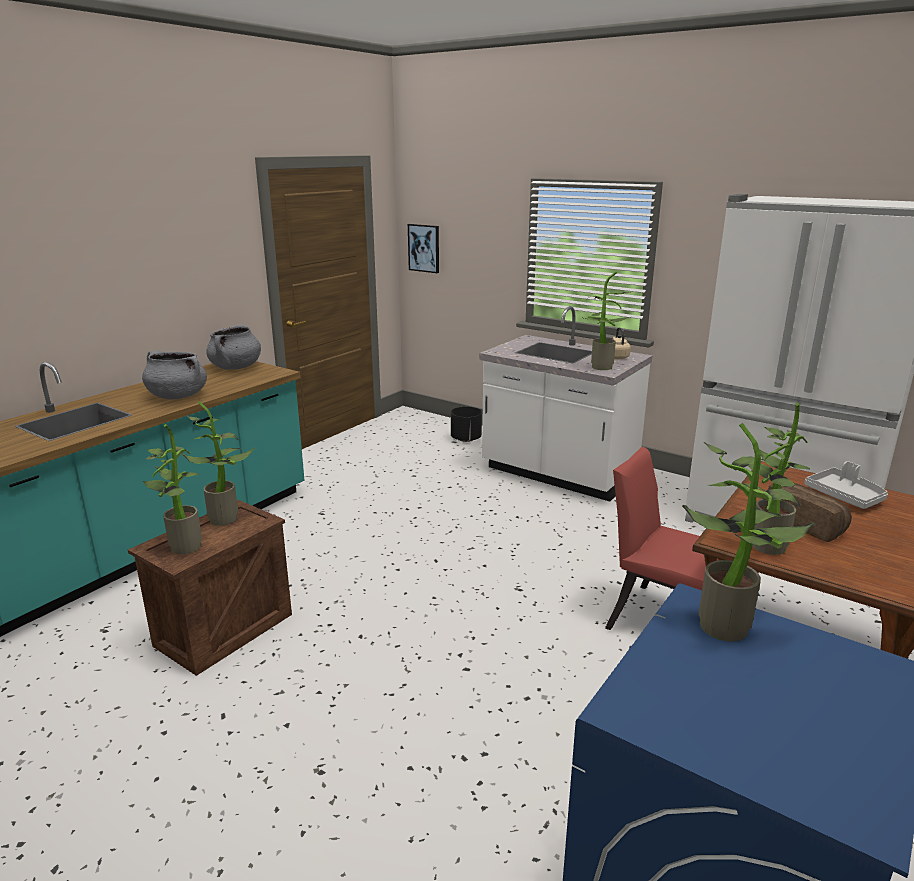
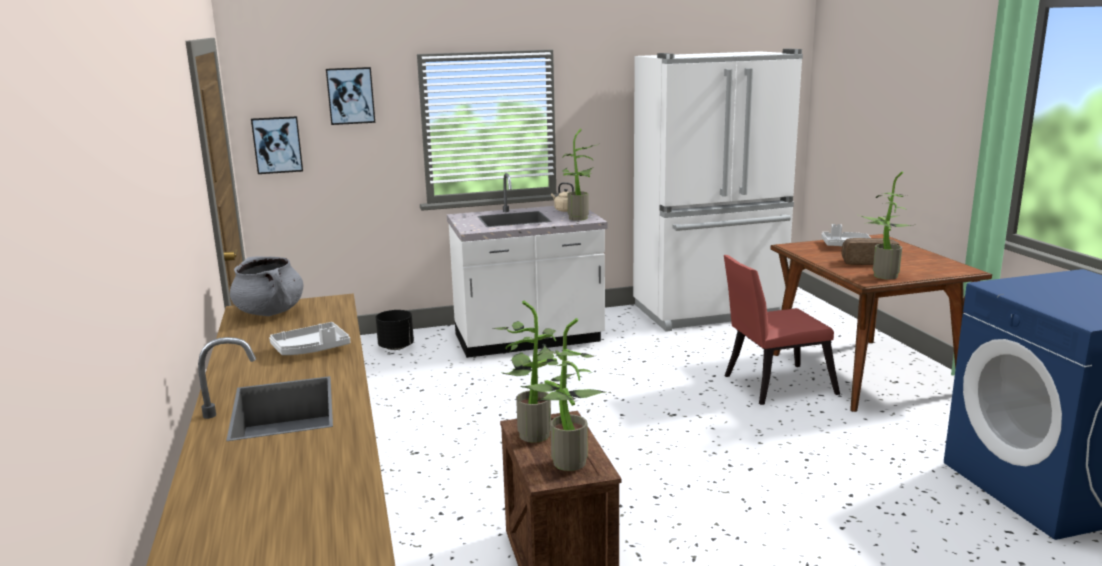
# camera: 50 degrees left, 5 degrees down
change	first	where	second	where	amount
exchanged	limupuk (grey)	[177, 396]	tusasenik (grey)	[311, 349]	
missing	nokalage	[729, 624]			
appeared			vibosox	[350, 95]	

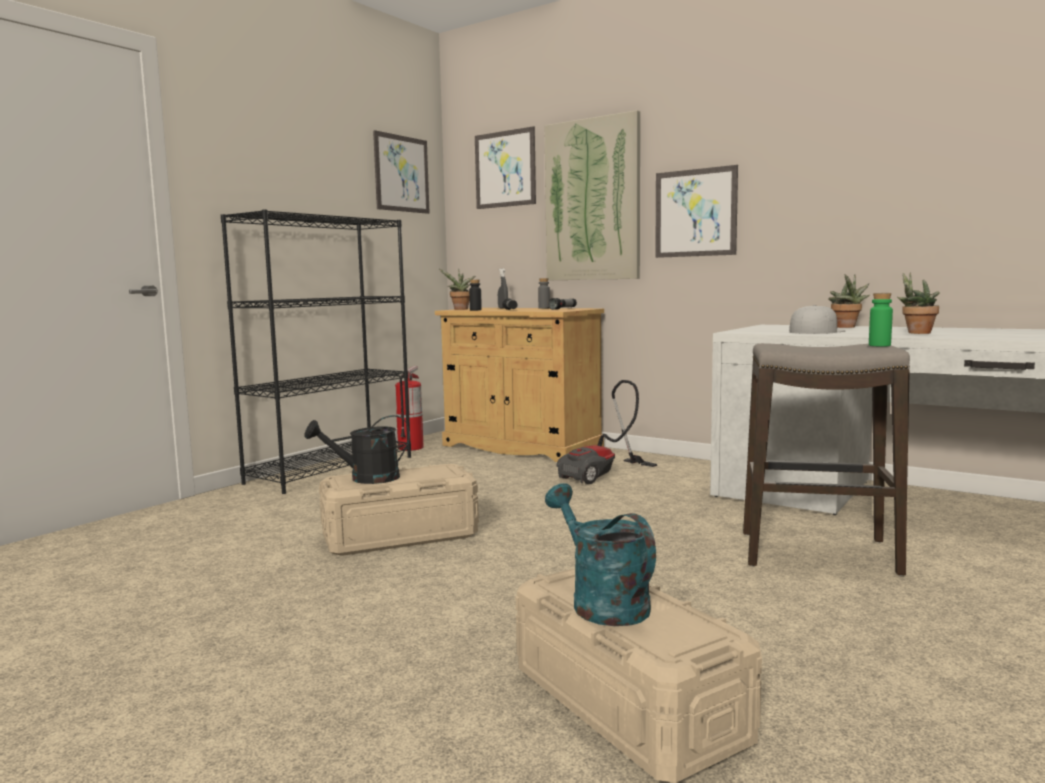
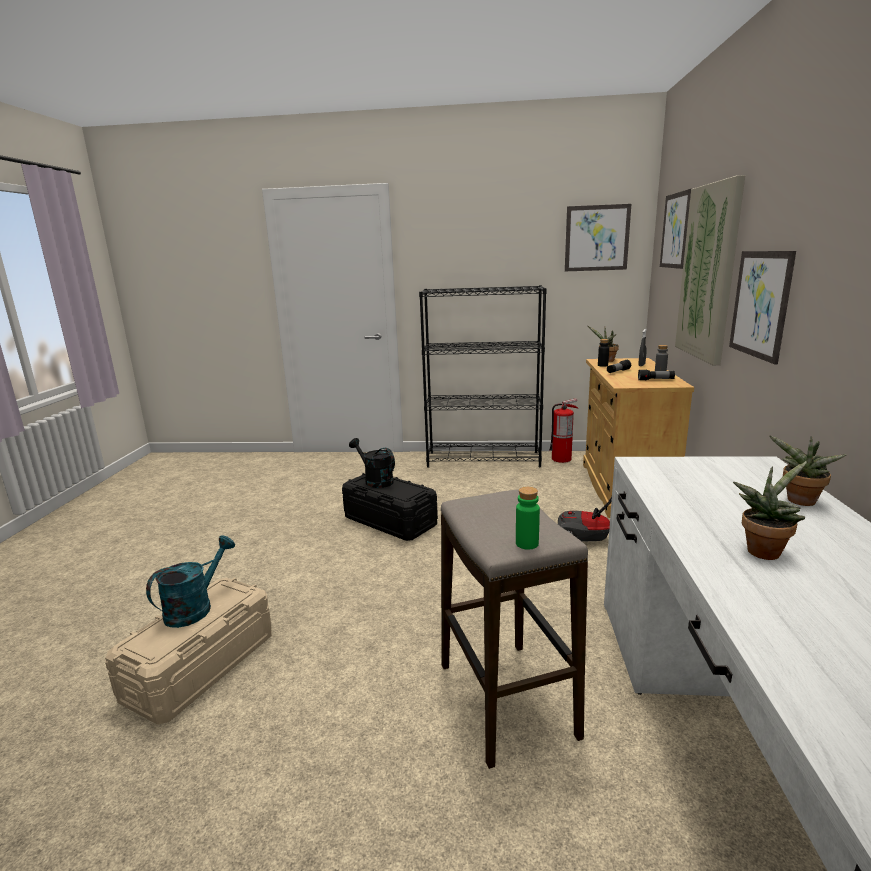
# camera: 60 degrees right, 10 degrees up
change	first	where	second	where	amount
missing	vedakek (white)	[816, 331]			
colour	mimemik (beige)	[400, 536]	mimemik (black)	[390, 521]	

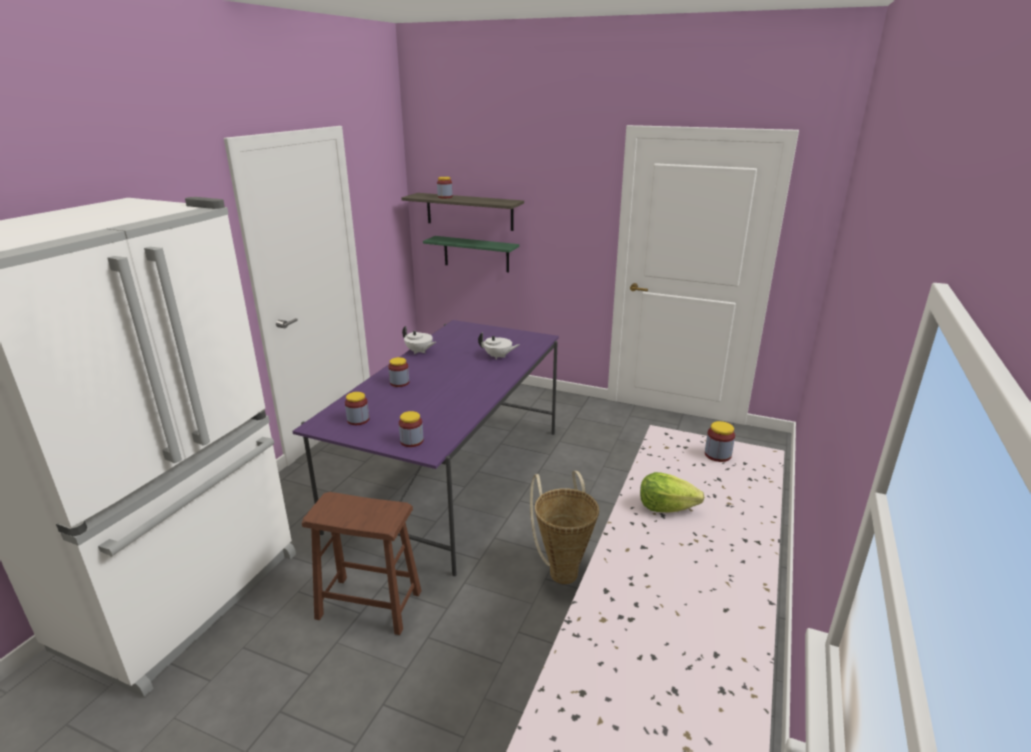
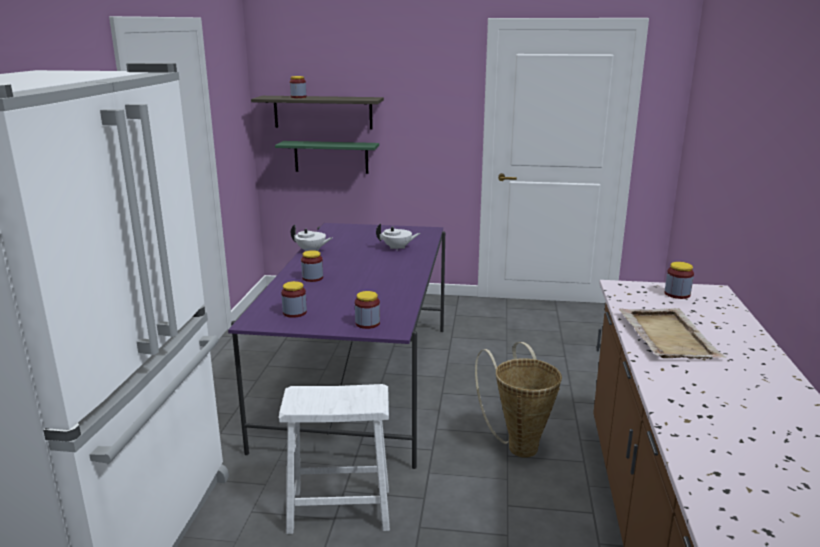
# camera: 15 degrees left, 5 degrees down
change	first	where	second	where	amount
exchanged	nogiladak	[665, 507]	tusasenik (beige)	[667, 335]	
colour	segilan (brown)	[369, 605]	segilan (white)	[339, 510]	

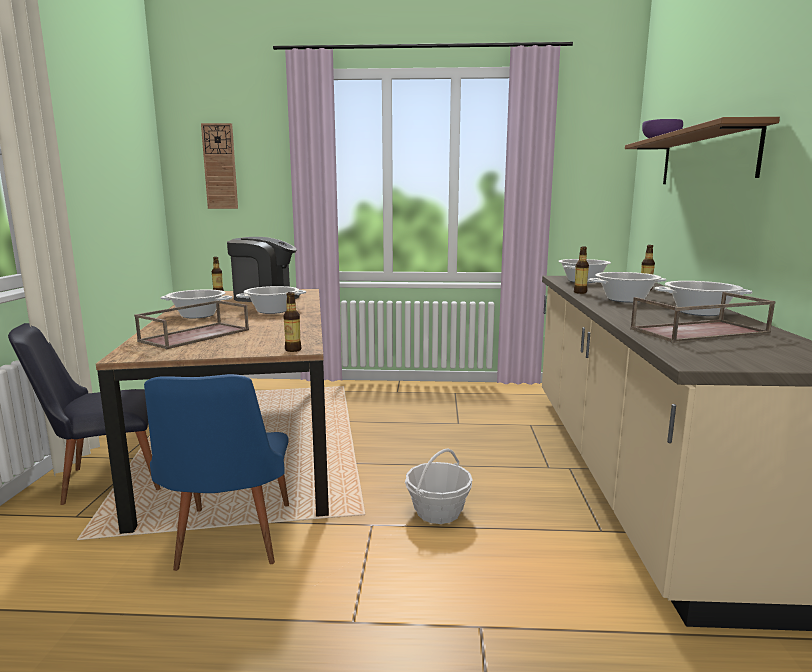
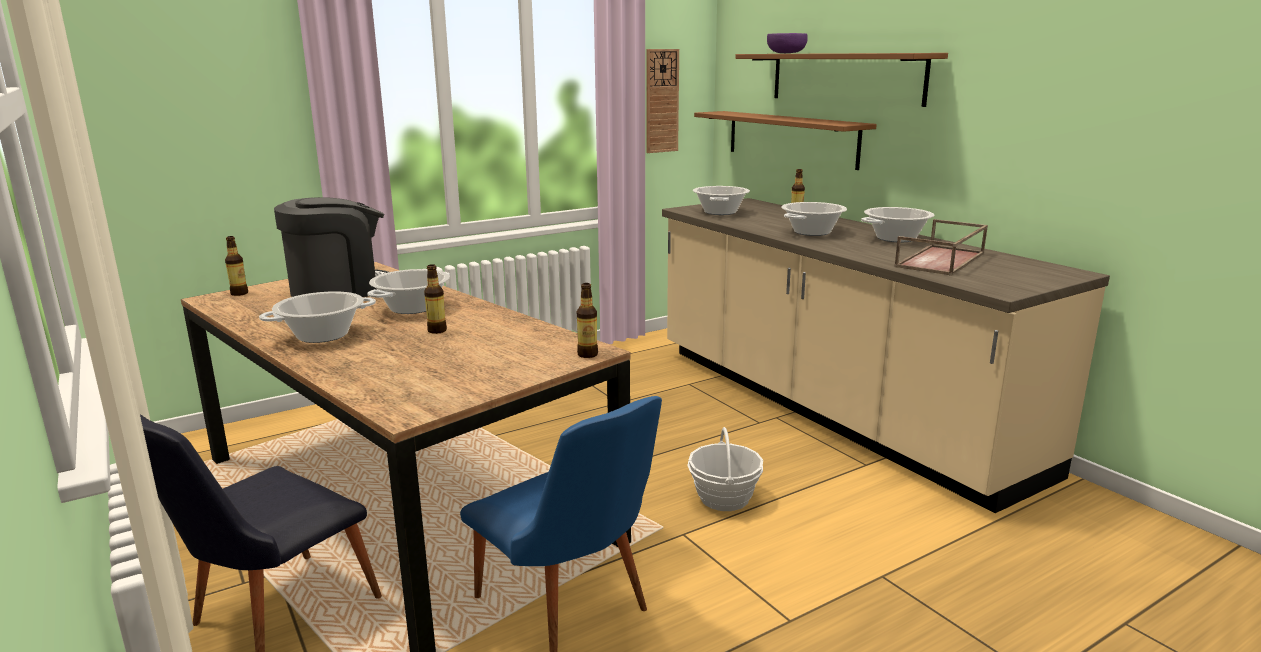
# camera: 35 degrees left, 5 degrees up
change	first	where	second	where	amount
relocated	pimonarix	[220, 166]		[661, 101]	
relocated	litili	[580, 292]		[437, 330]	
missing	tusasenik (brown)	[195, 335]			
appeared			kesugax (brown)	[791, 138]	

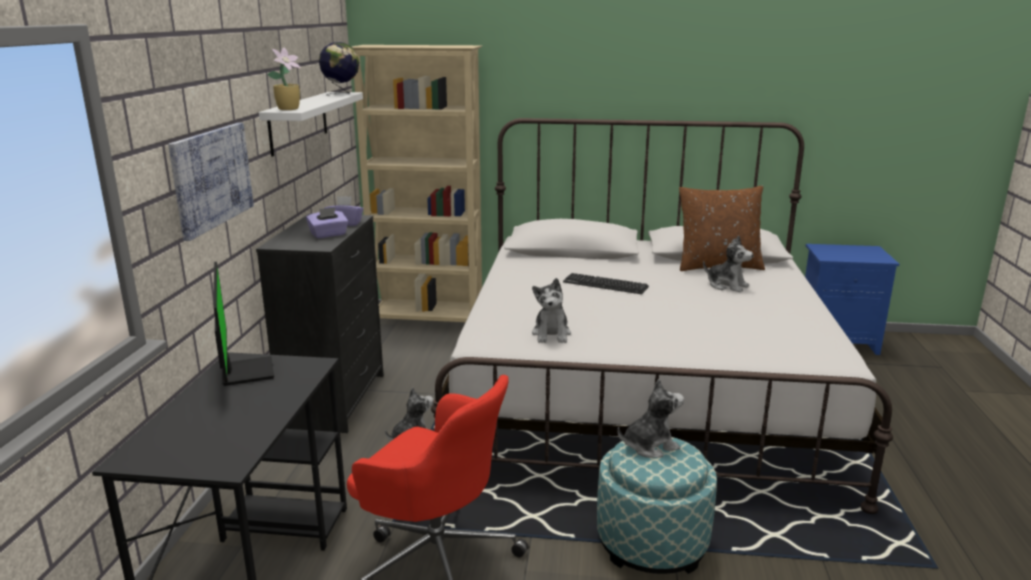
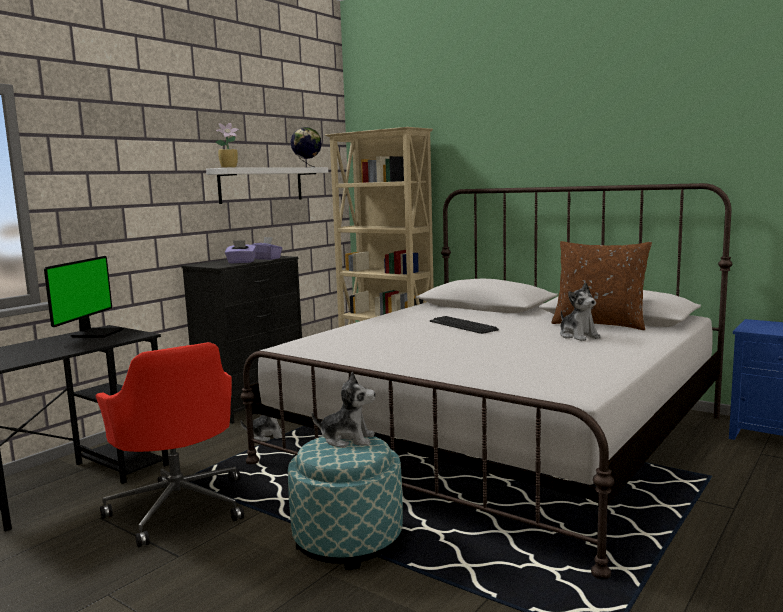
# camera: 30 degrees right, 10 degrees down
change	first	where	second	where	amount
missing	vibosox	[211, 178]			
missing	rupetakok	[551, 334]			

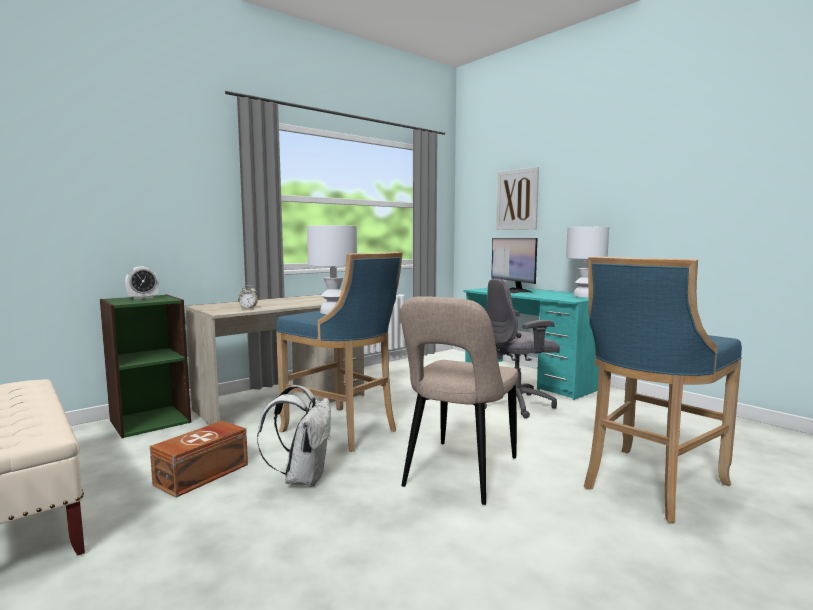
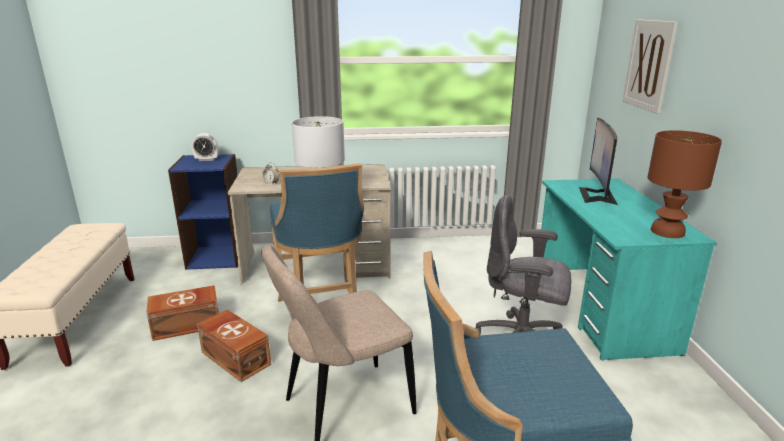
# camera: 35 degrees right, 15 degrees up
change	first	where	second	where	amount
colour	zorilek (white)	[584, 296]	zorilek (brown)	[667, 232]	
colour	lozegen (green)	[150, 421]	lozegen (blue)	[217, 257]	
exchanged	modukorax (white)	[303, 478]	mimemik (brown)	[236, 357]	

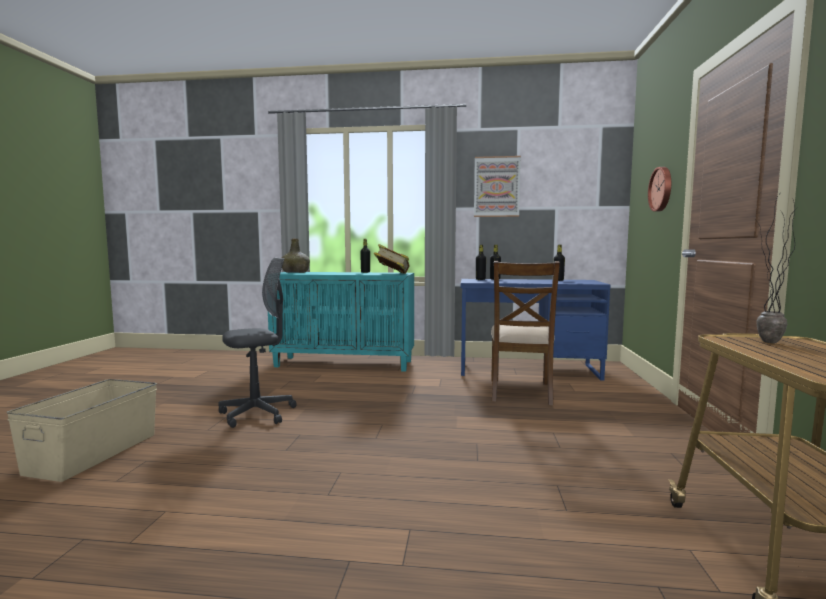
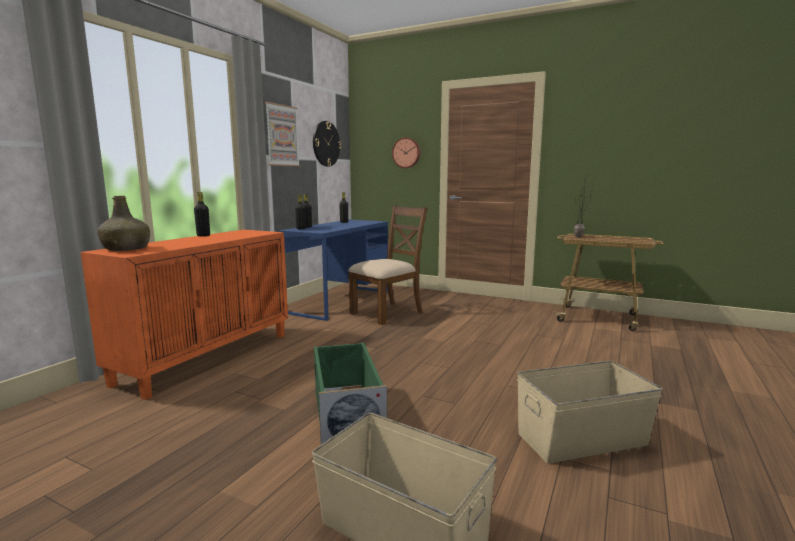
# camera: 70 degrees left, 5 degrees up
change	first	where	second	where	amount
missing	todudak	[392, 274]			
exchanged	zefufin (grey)	[257, 414]	mimemik (green)	[346, 414]	
spun	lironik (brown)	[521, 391]		[387, 313]	75 degrees counterclockwise
colour	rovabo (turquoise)	[345, 364]	rovabo (orange)	[207, 357]	
appeared			pimonarix	[326, 144]	
appeared			mimemik (beige)	[583, 439]	

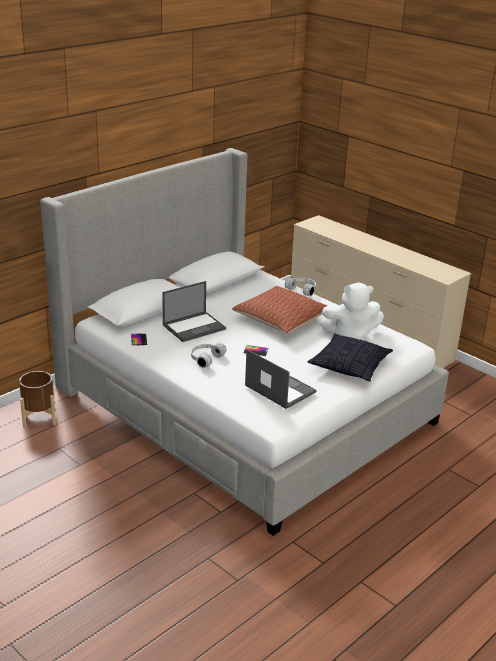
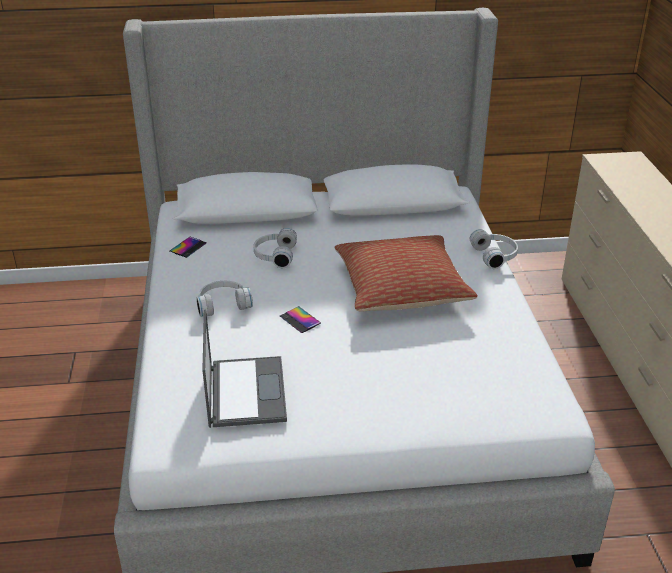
# camera: 40 degrees right, 5 degrees up
change	first	where	second	where	amount
exchanged	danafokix	[194, 327]	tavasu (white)	[274, 255]	
missing	rupetakok (white)	[350, 334]			
missing	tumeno	[350, 366]			
missing	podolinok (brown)	[39, 417]			

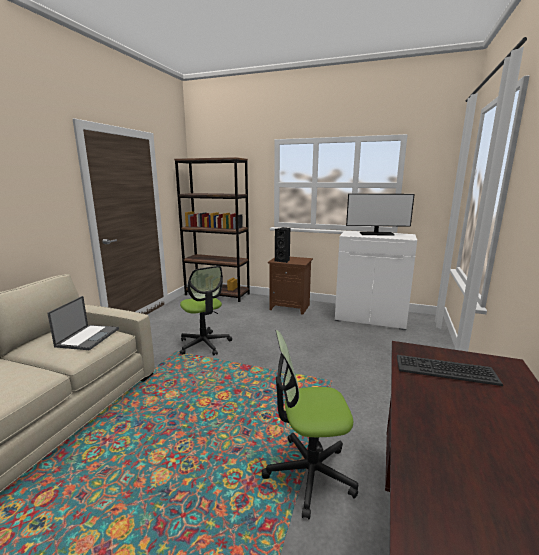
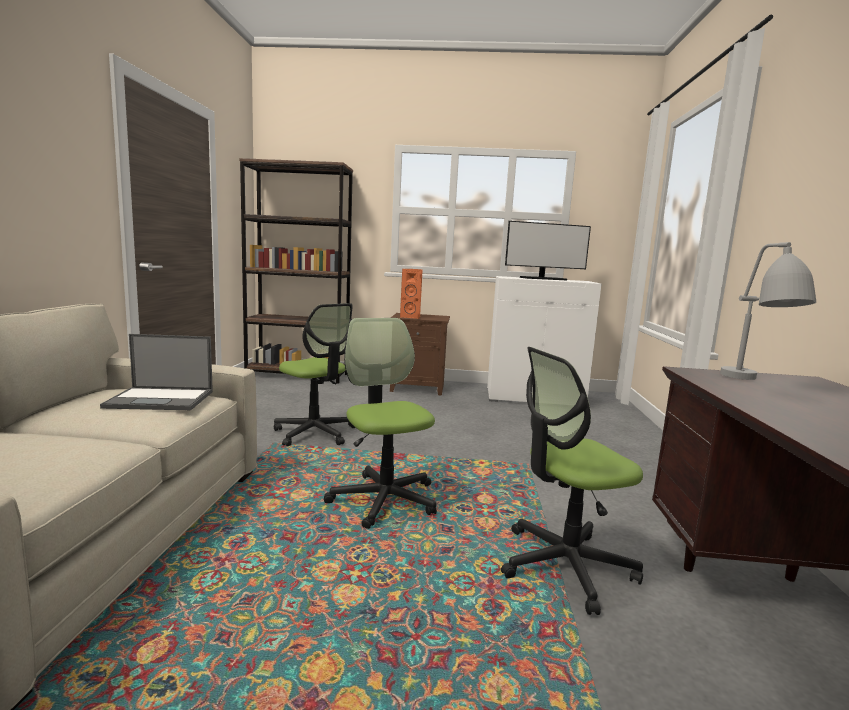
# camera: 15 degrees left, 5 degrees down
change	first	where	second	where	amount
colour	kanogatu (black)	[283, 260]	kanogatu (orange)	[411, 317]	
spun	danafokix	[88, 337]		[162, 399]	90 degrees clockwise
exchanged	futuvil	[445, 370]	zorilek (grey)	[755, 384]	
appeared			zefufin	[384, 500]	

